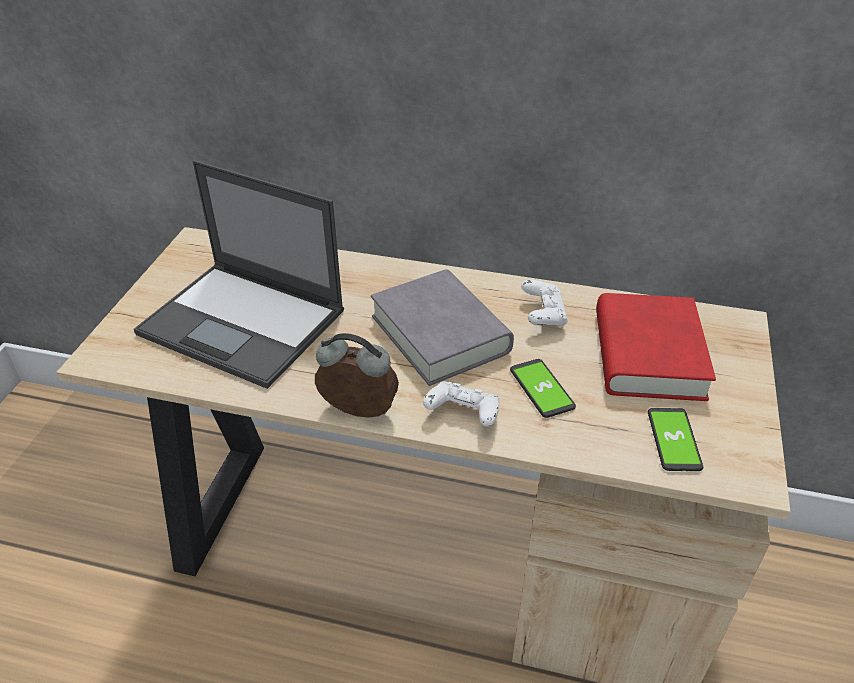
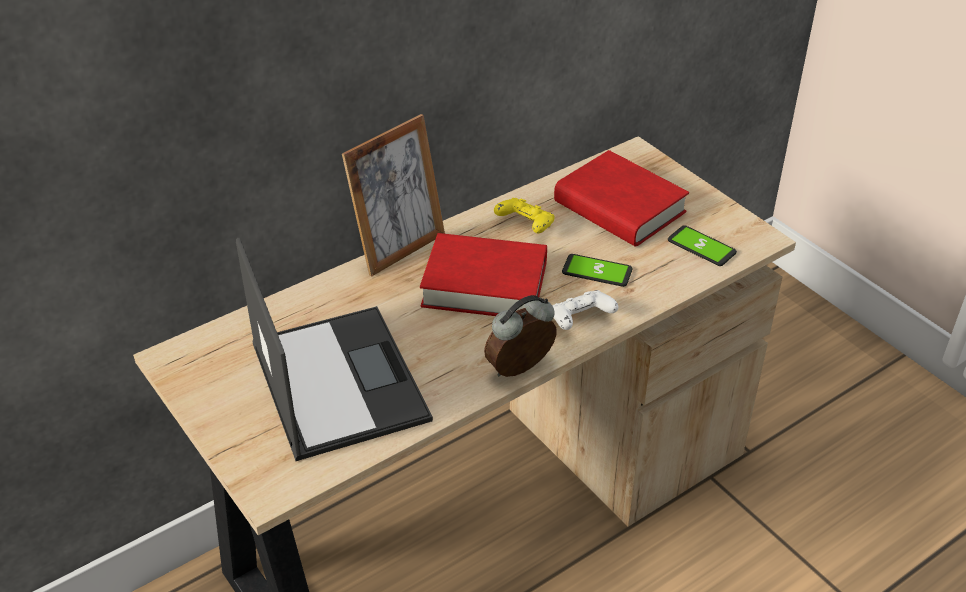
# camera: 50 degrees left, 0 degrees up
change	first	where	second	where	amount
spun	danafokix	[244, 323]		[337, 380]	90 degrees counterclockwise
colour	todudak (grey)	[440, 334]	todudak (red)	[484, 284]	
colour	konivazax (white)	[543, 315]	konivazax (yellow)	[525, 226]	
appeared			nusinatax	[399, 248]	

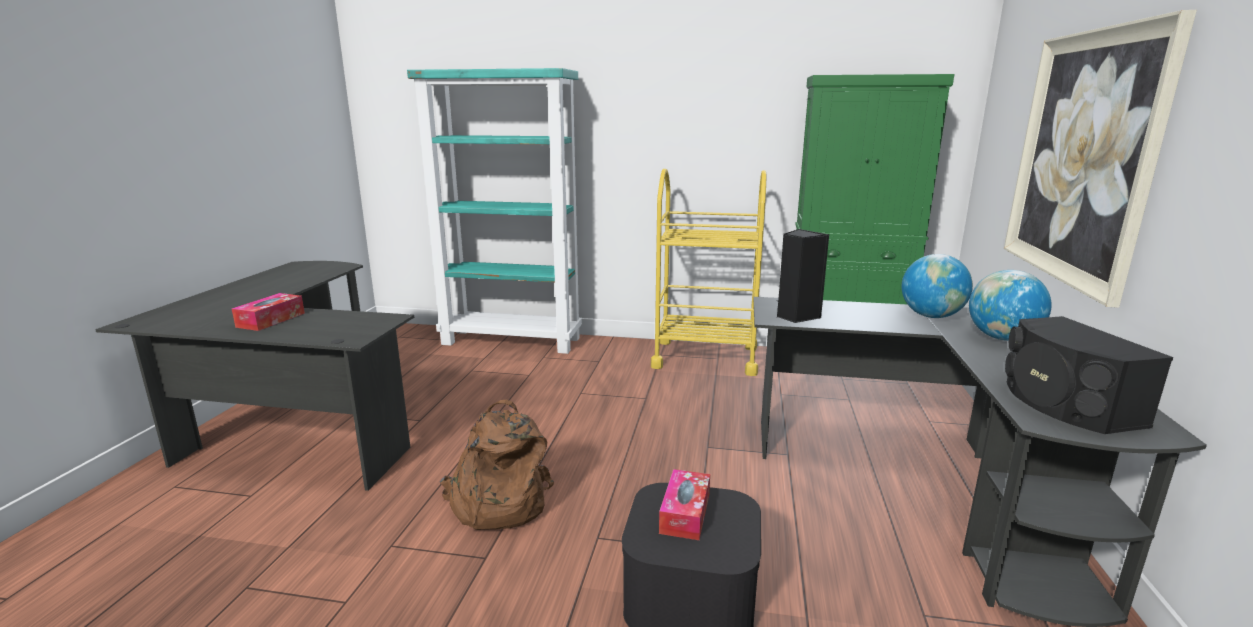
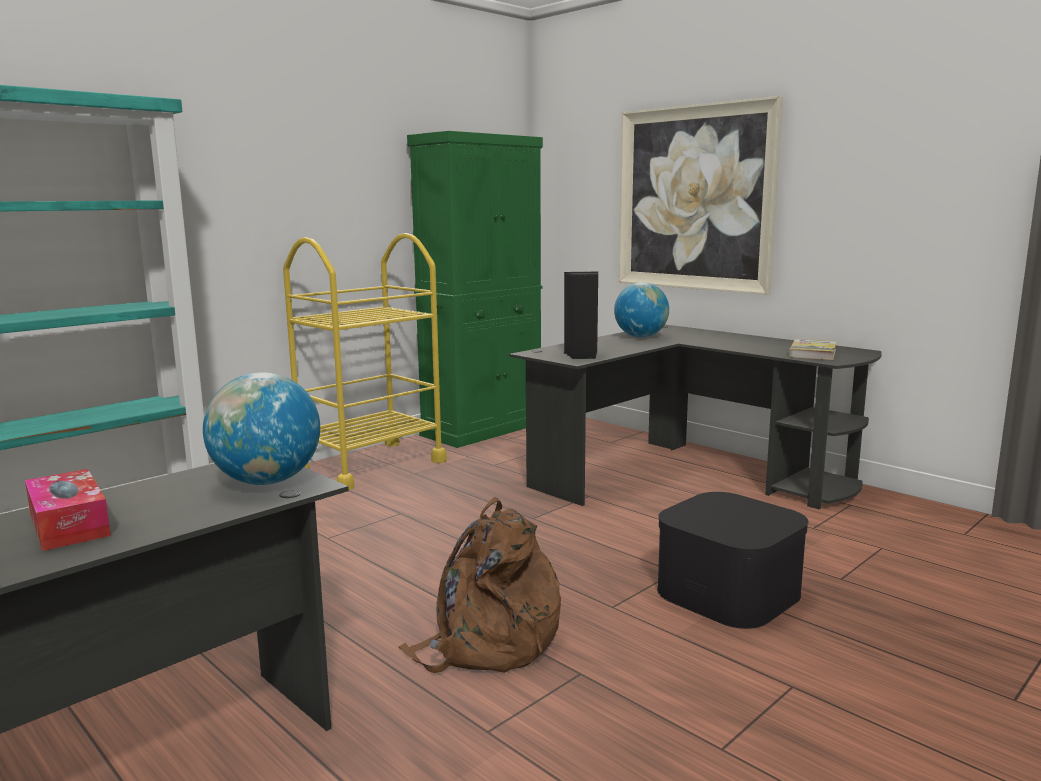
# camera: 55 degrees left, 5 degrees down
change	first	where	second	where	amount
relocated	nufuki	[1002, 338]		[267, 481]	
exchanged	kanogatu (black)	[1065, 404]	todudak	[813, 353]	
missing	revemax	[685, 513]			

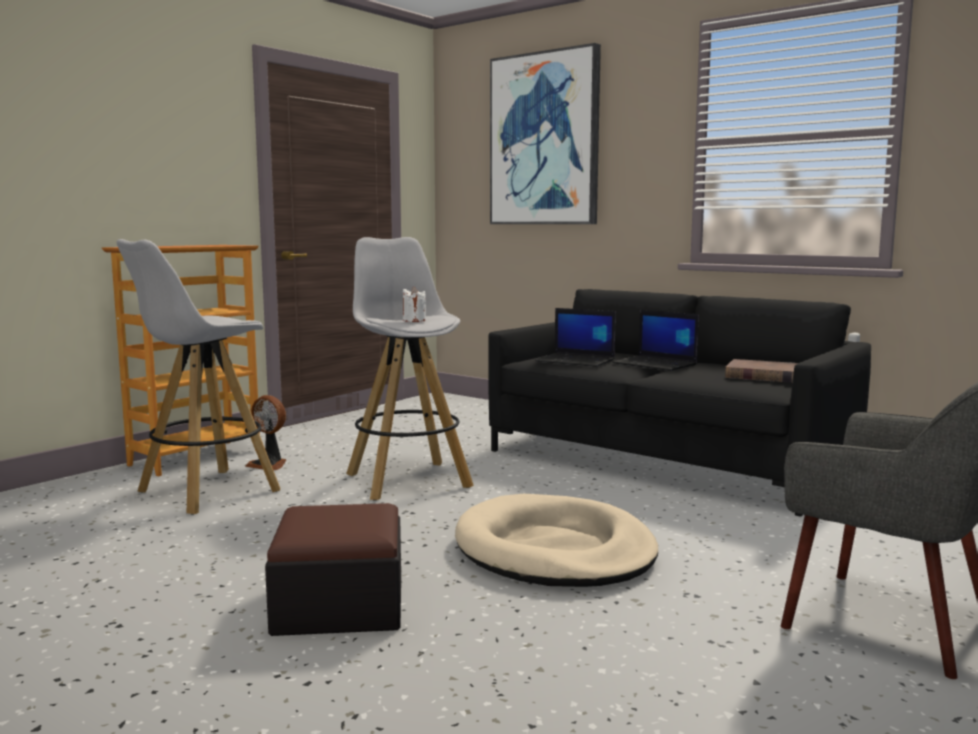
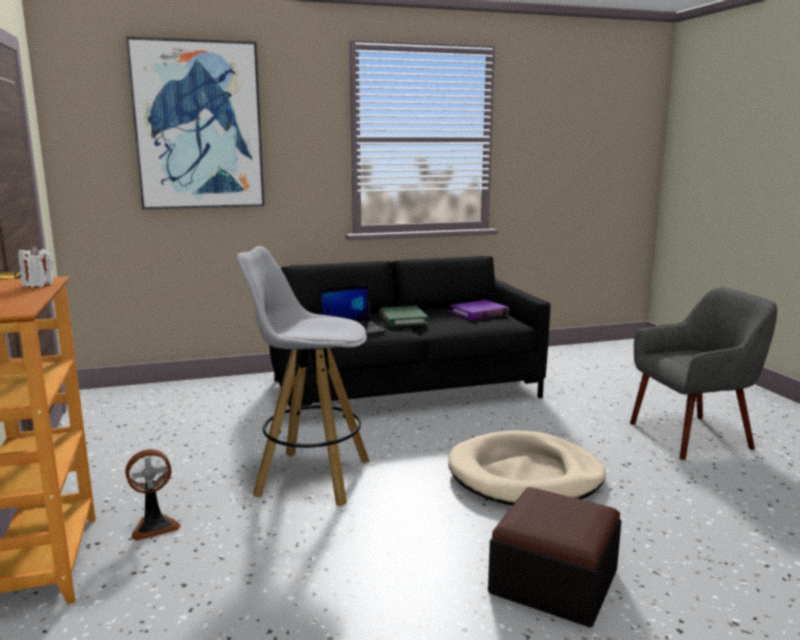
# camera: 55 degrees left, 5 degrees up
change	first	where	second	where	amount
missing	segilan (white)	[206, 492]			
relocated	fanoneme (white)	[414, 320]		[38, 285]	
exchanged	danafokix	[656, 364]	todudak (green)	[402, 319]	
colour	todudak (brown)	[763, 376]	todudak (purple)	[479, 313]	

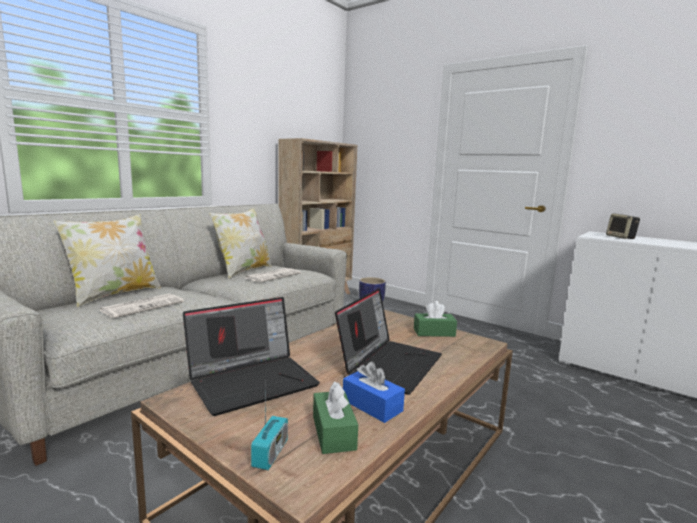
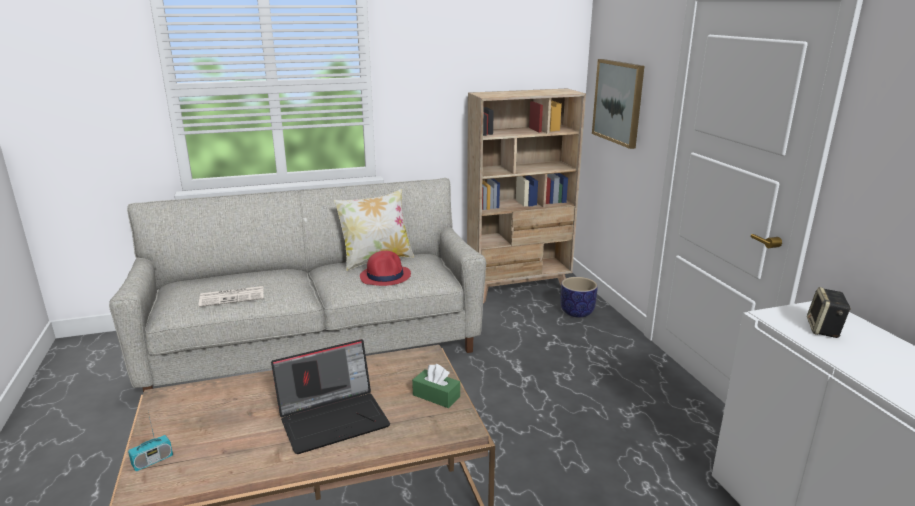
# camera: 35 degrees right, 10 degrees up
change	first	where	second	where	amount
missing	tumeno	[114, 294]			
exchanged	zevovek	[273, 276]	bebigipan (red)	[385, 276]	
missing	danafokix	[253, 380]			
missing	revemax (blue)	[372, 405]			
missing	revemax (green)	[333, 432]			
appeared			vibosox	[618, 102]	

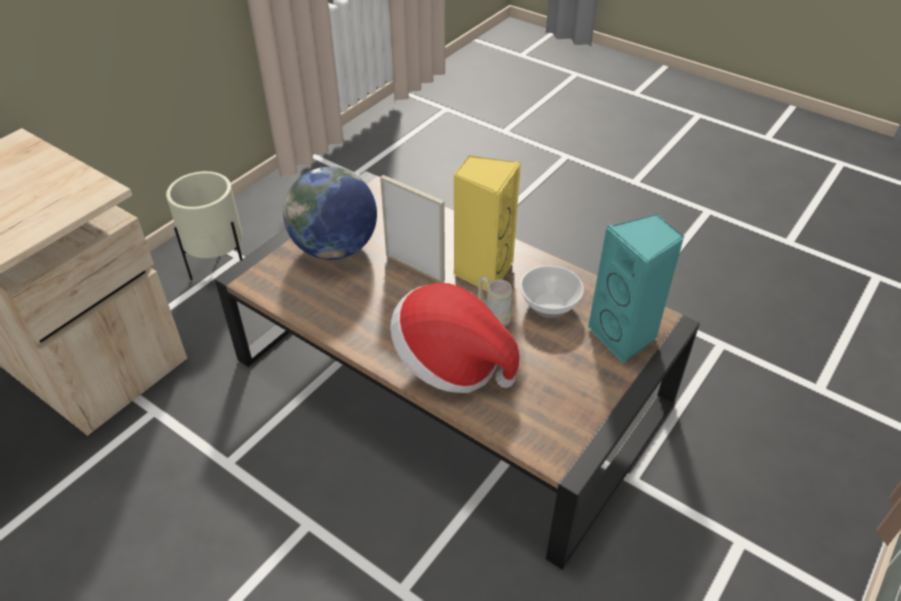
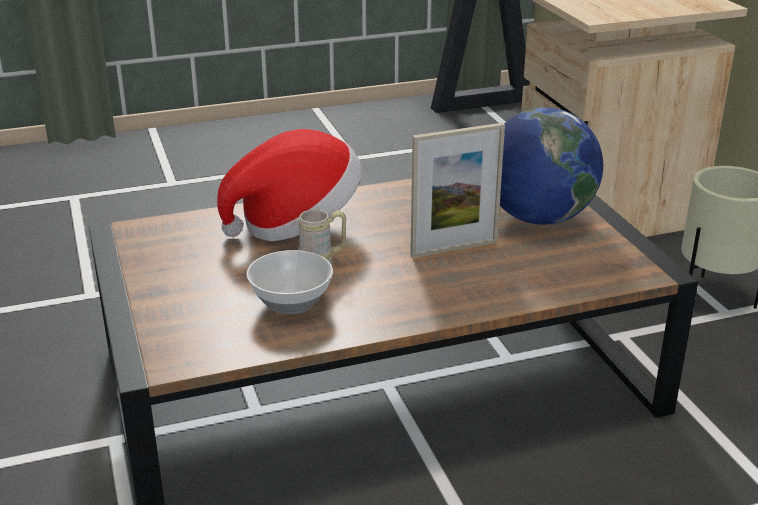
# camera: 125 degrees right, 15 degrees down
change	first	where	second	where	amount
missing	kanogatu (yellow)	[482, 271]			
missing	kanogatu (turquoise)	[624, 337]			

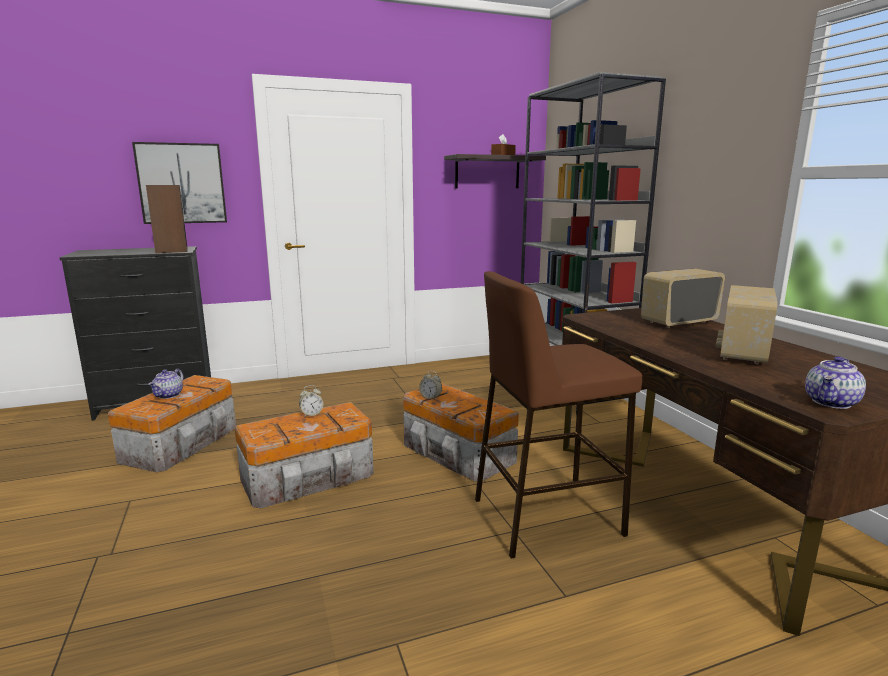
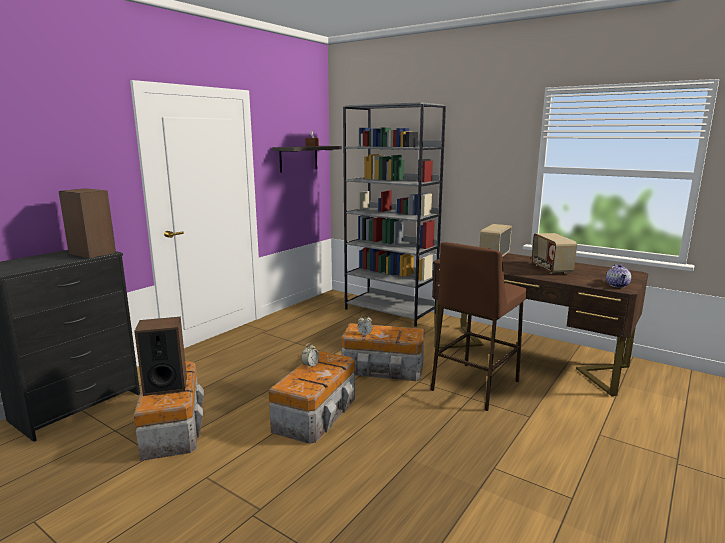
# camera: 35 degrees left, 0 degrees up
change	first	where	second	where	amount
missing	vibosox	[182, 183]			
exchanged	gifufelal	[168, 395]	kanogatu	[165, 386]	

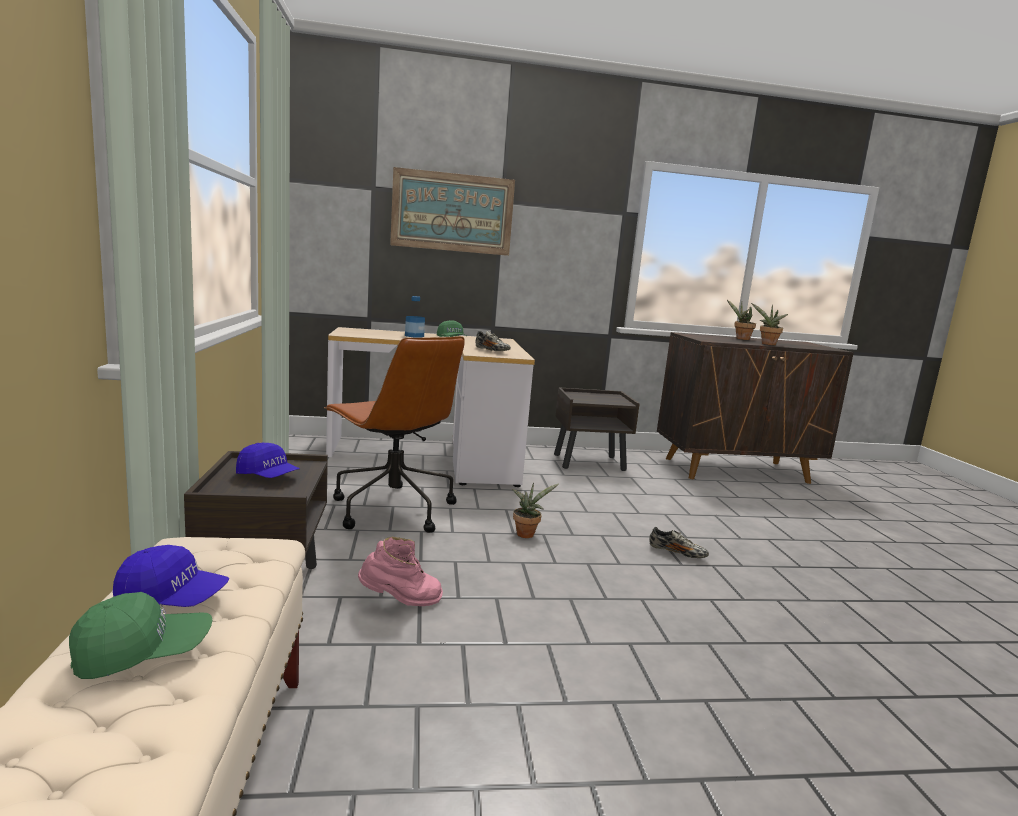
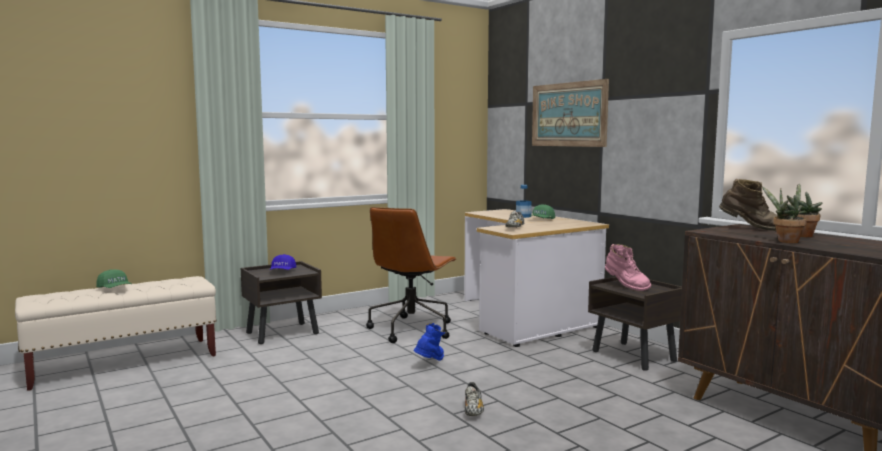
# camera: 65 degrees right, 5 degrees down
change	first	where	second	where	amount
exchanged	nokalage	[527, 533]	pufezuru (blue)	[430, 363]	
relocated	pufezuru (pink)	[400, 602]		[625, 286]	
missing	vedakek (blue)	[172, 599]			
appeared			pufezuru (brown)	[750, 228]	

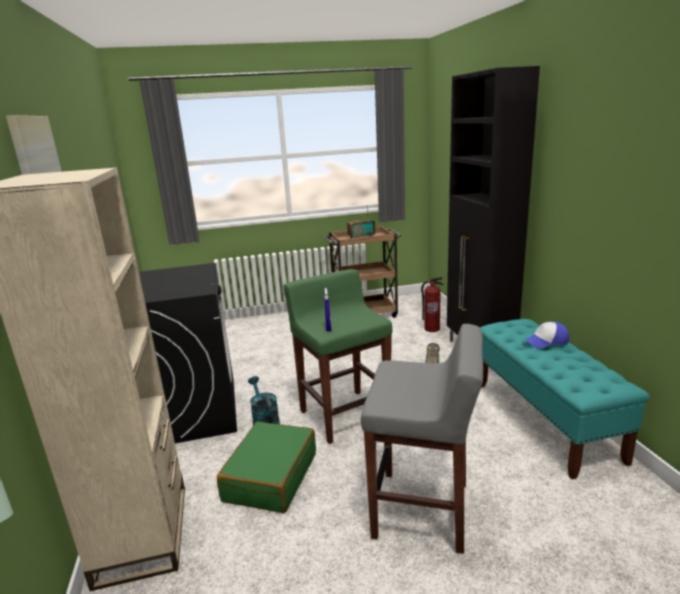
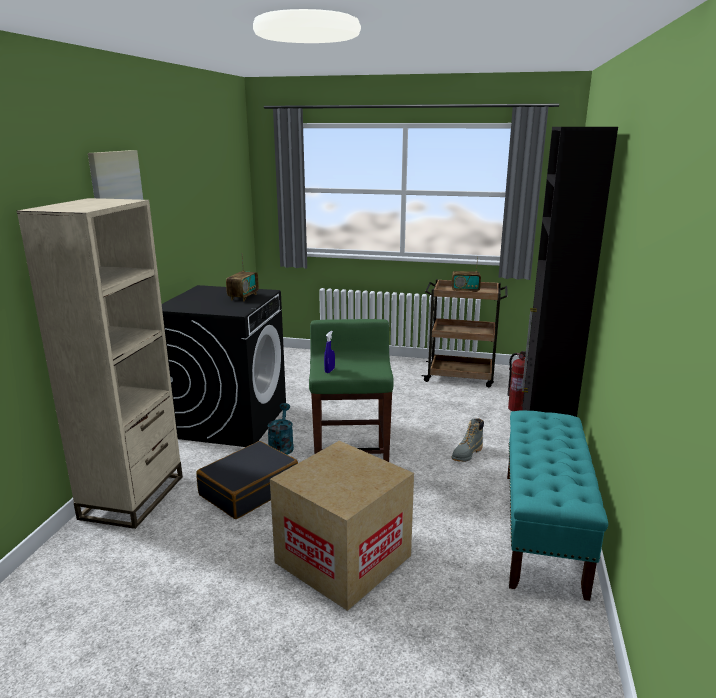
# camera: 25 degrees right, 0 degrees up
change	first	where	second	where	amount
missing	vedakek	[546, 341]			
exchanged	segilan (grey)	[423, 510]	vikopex	[343, 559]	
colour	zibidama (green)	[270, 476]	zibidama (black)	[249, 490]	
appeared			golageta	[243, 297]	

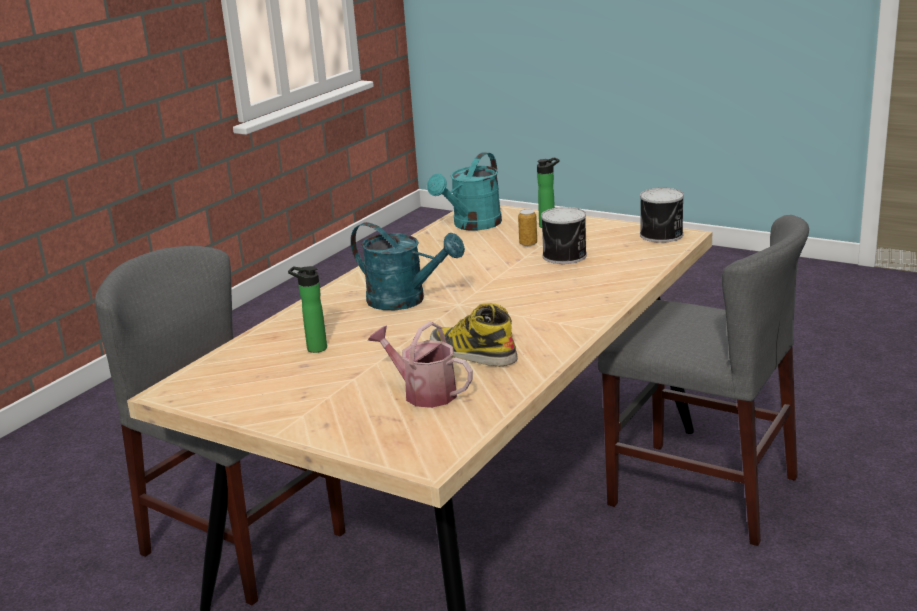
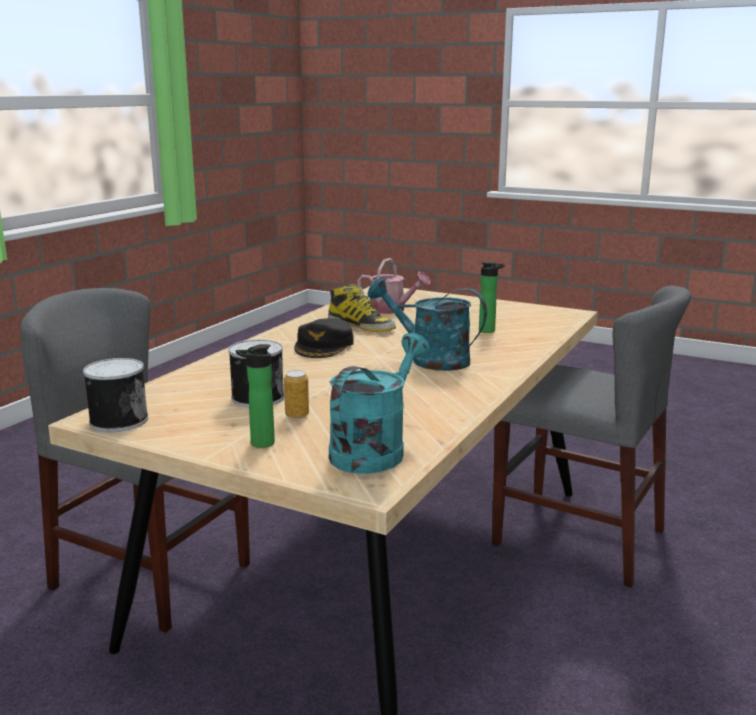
# camera: 175 degrees right, 5 degrees down
change	first	where	second	where	amount
appeared			vedakek (black)	[324, 346]	

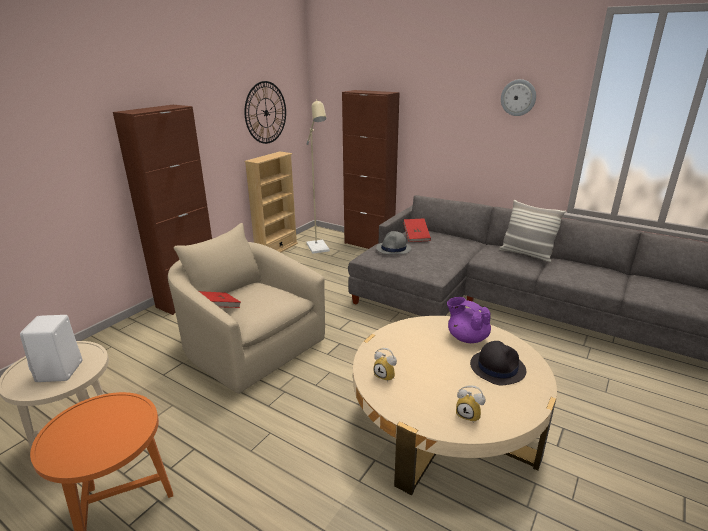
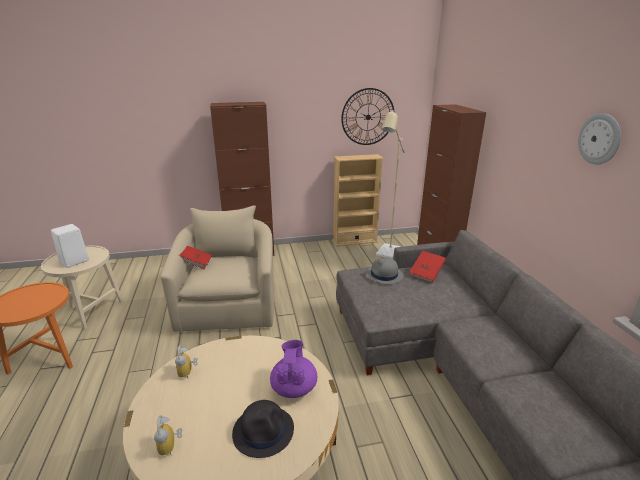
# camera: 45 degrees right, 0 degrees up
change	first	where	second	where	amount
missing	tumeno	[526, 254]			

